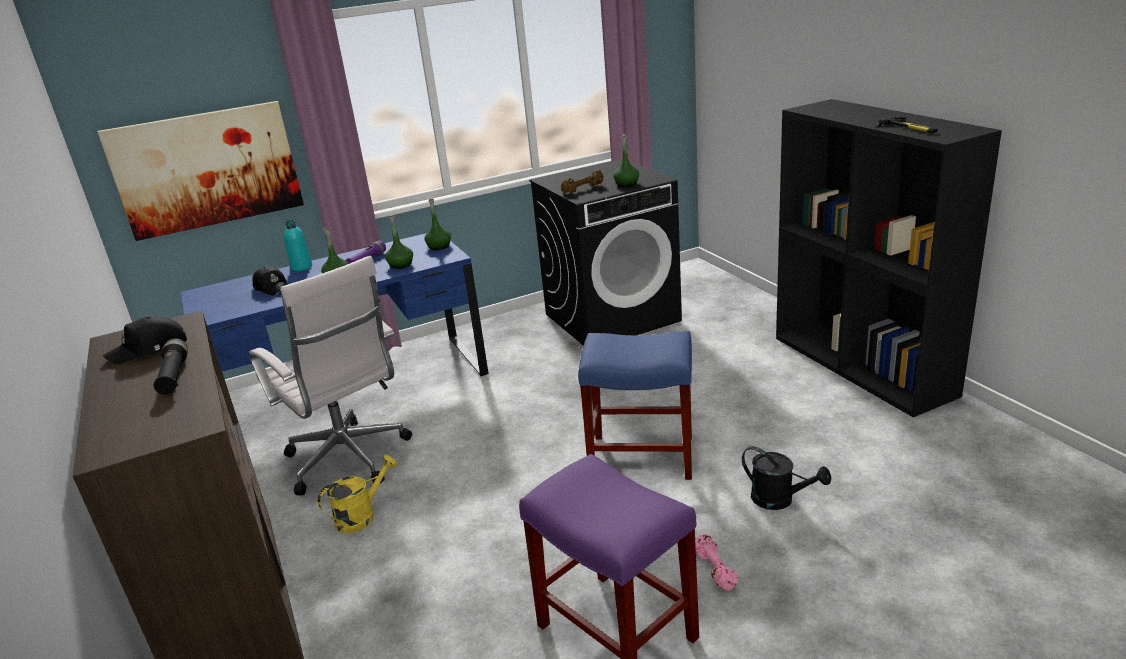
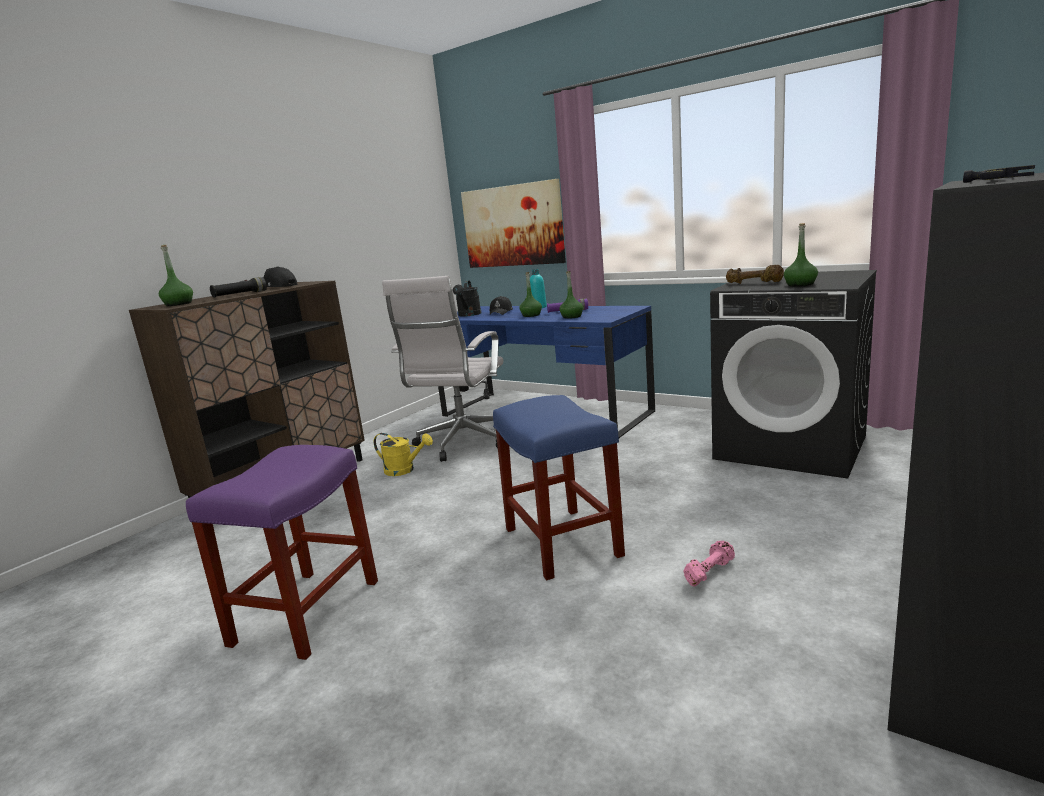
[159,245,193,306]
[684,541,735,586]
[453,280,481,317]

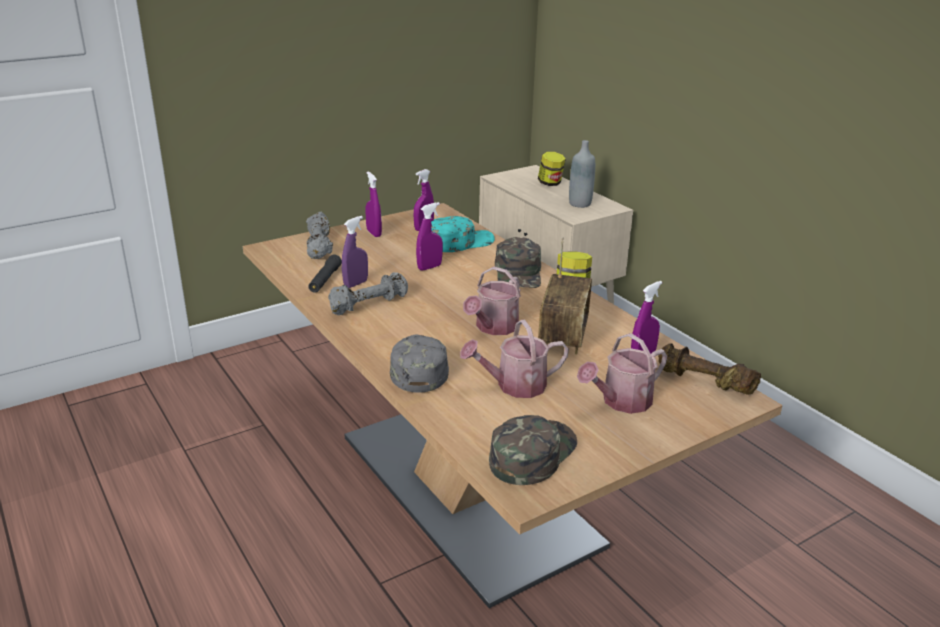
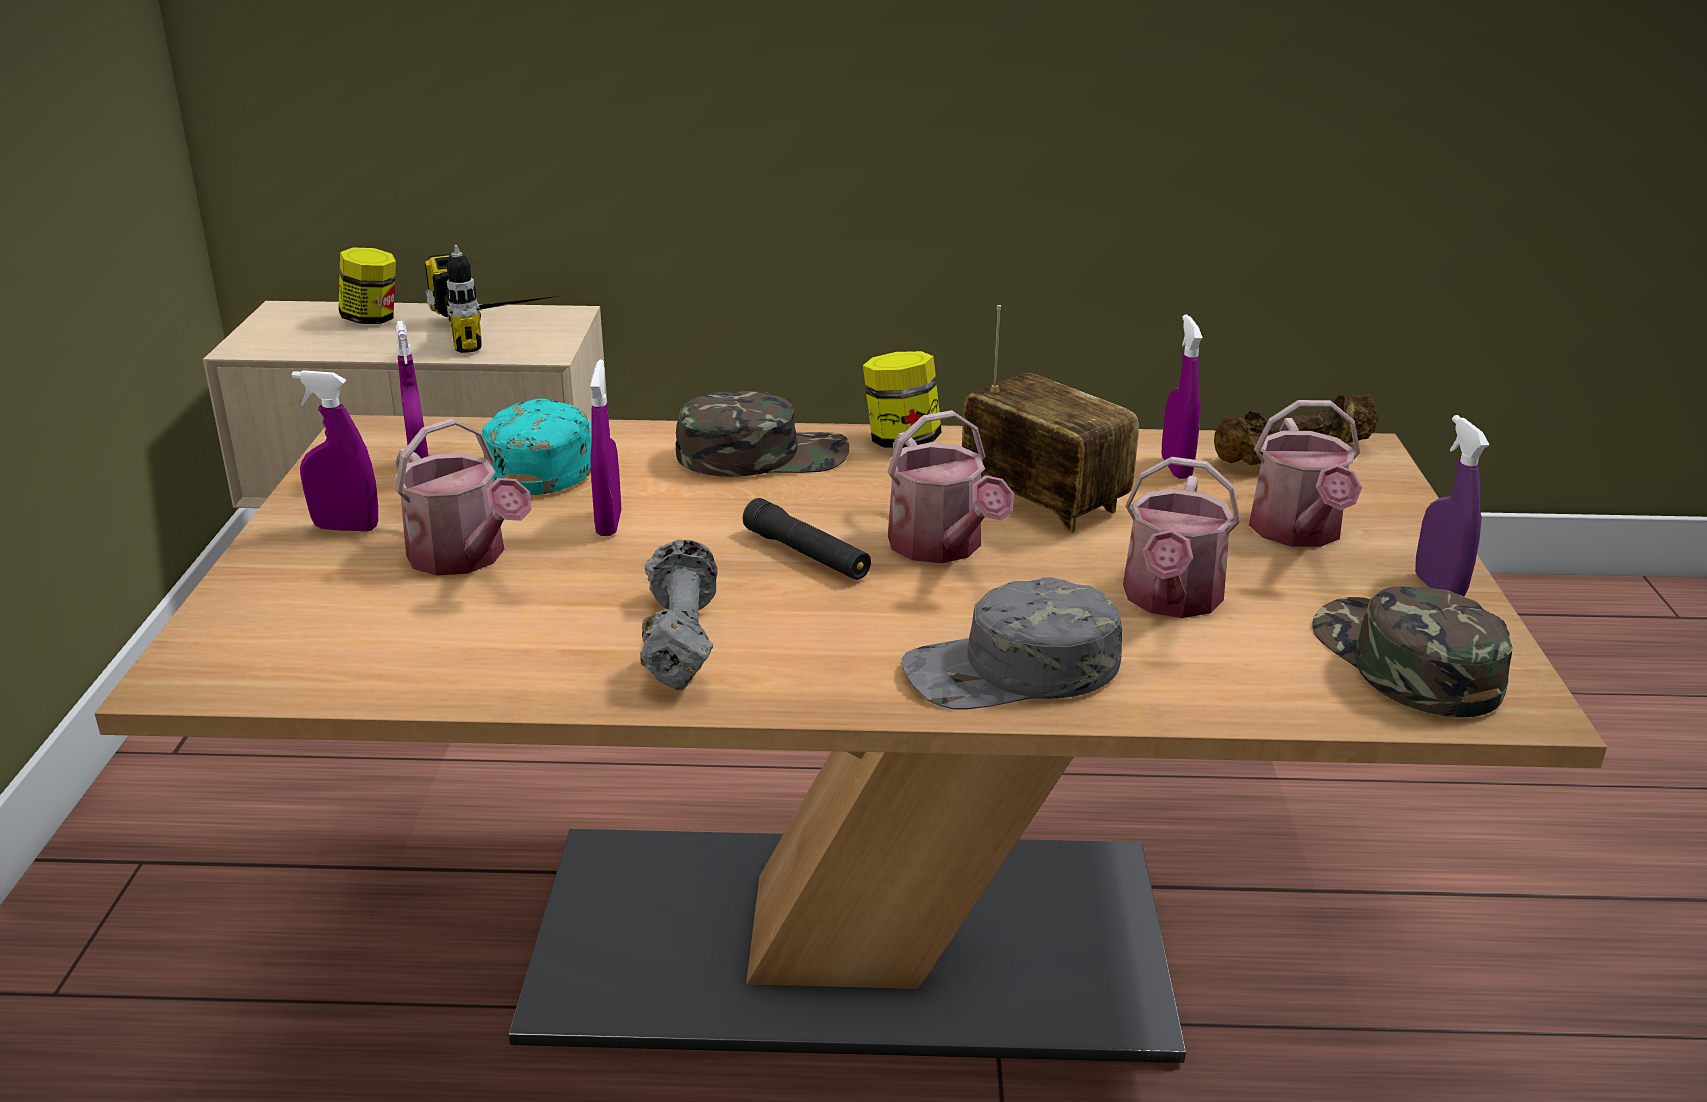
[306,212,333,259] (first image)
[743,498,871,580]
[1415,415,1490,596]
[901,577,1122,710]
[676,391,849,477]
[425,245,558,353]
[395,418,531,576]

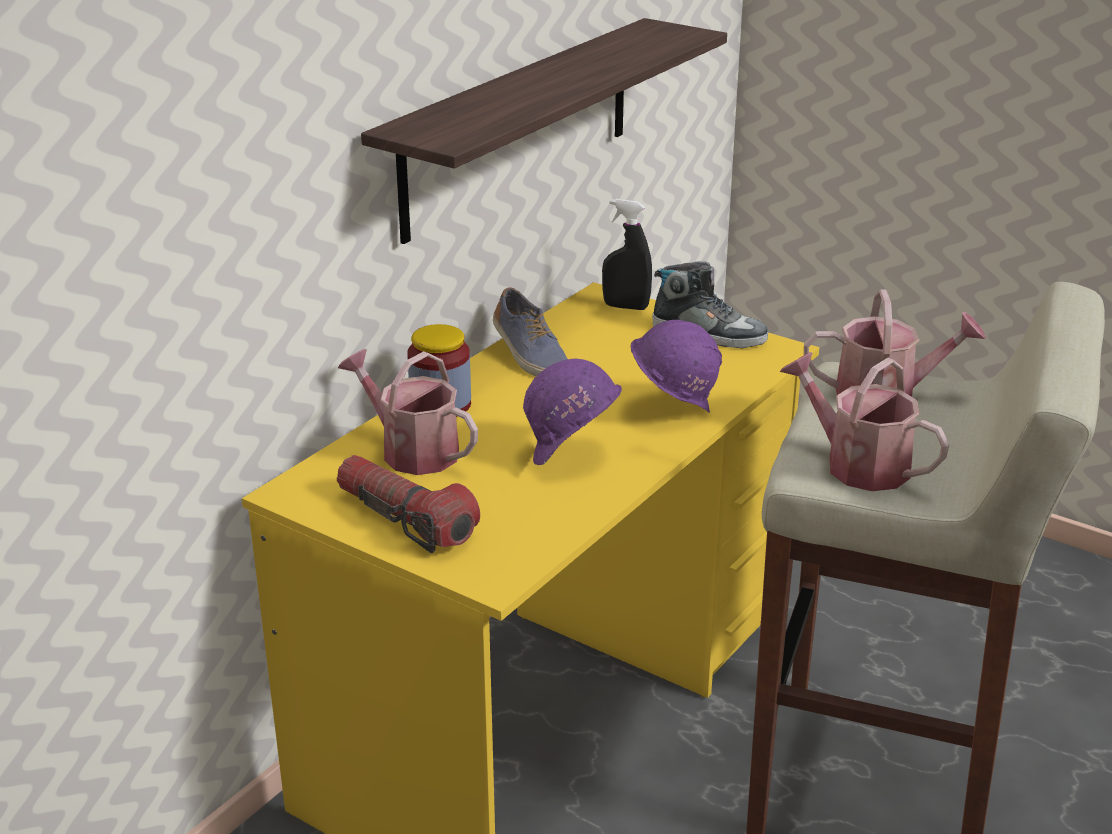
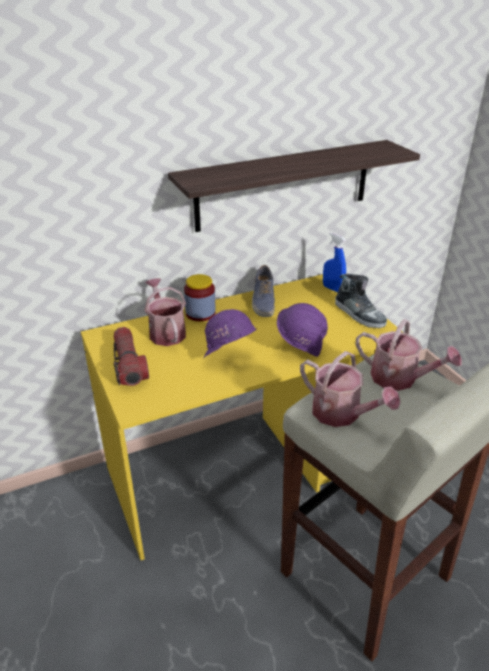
[323,232,346,292]
[300,351,400,427]

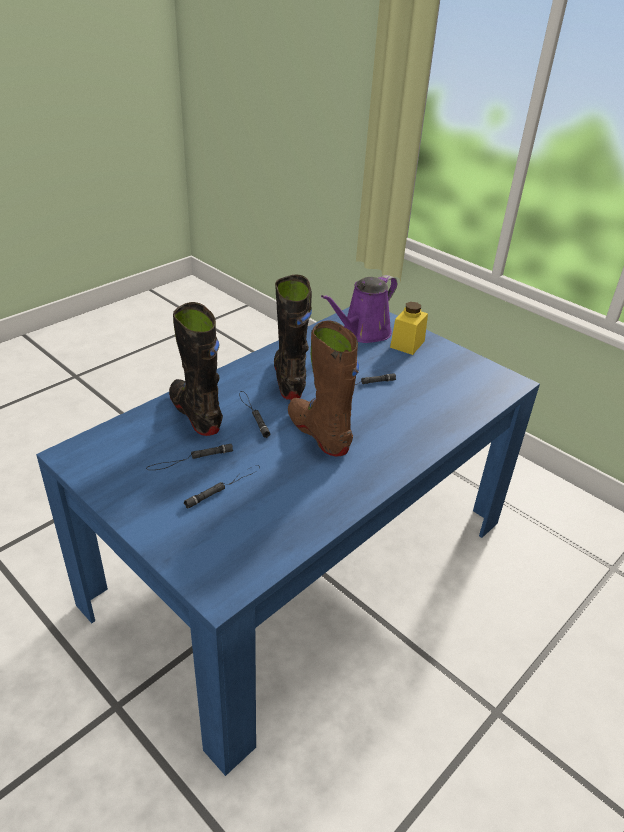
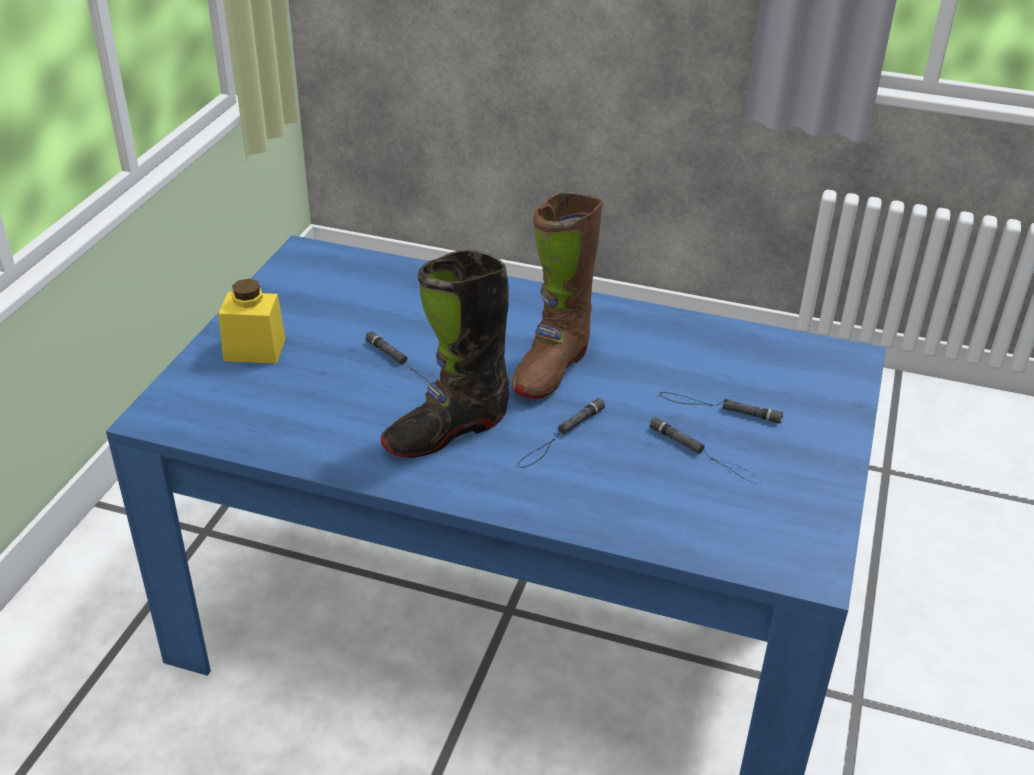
[169,302,223,436] (first image)
[321,275,397,343] (first image)

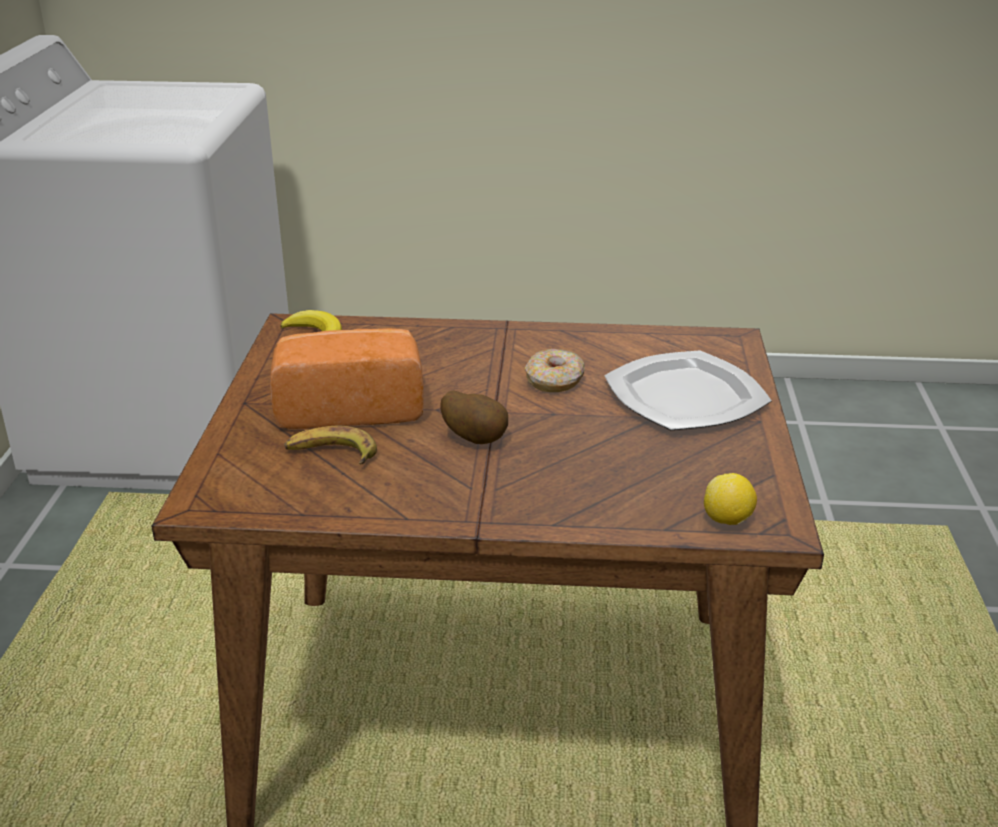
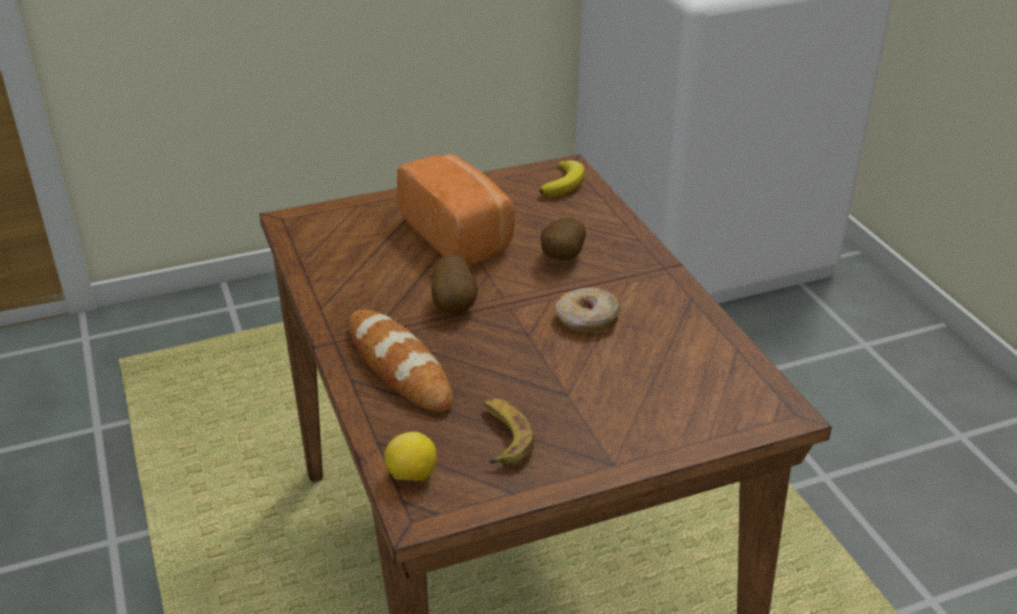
[484,399,535,466]
[604,351,772,430] (first image)
[349,310,453,412]
[541,218,586,260]

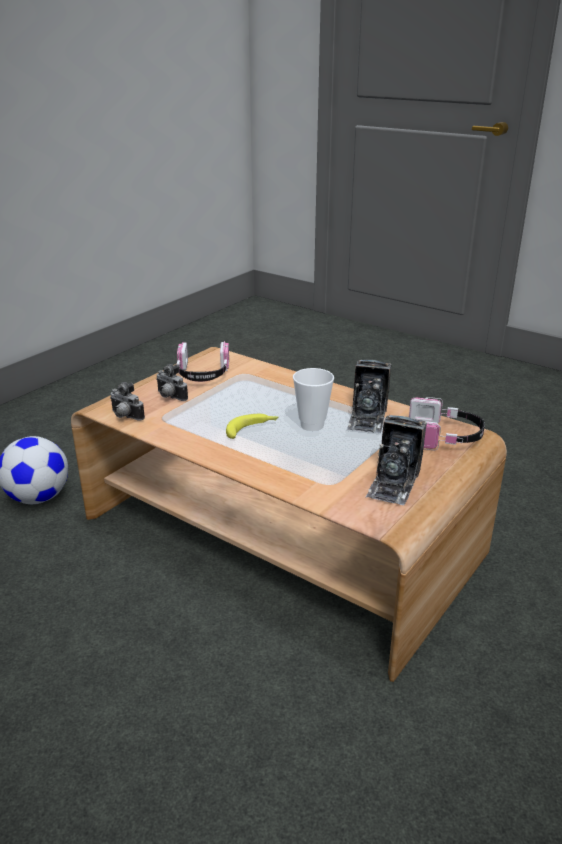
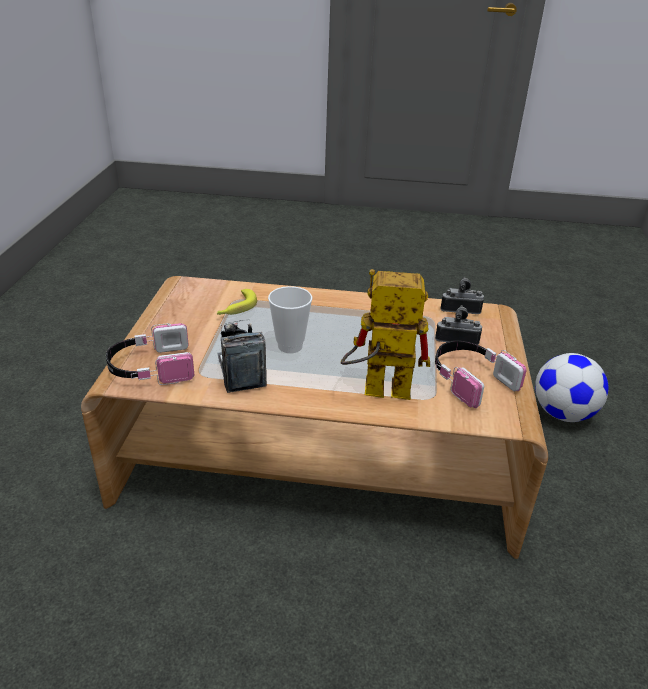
[217,289,257,315]
[365,415,427,505] (first image)
[341,269,430,400]

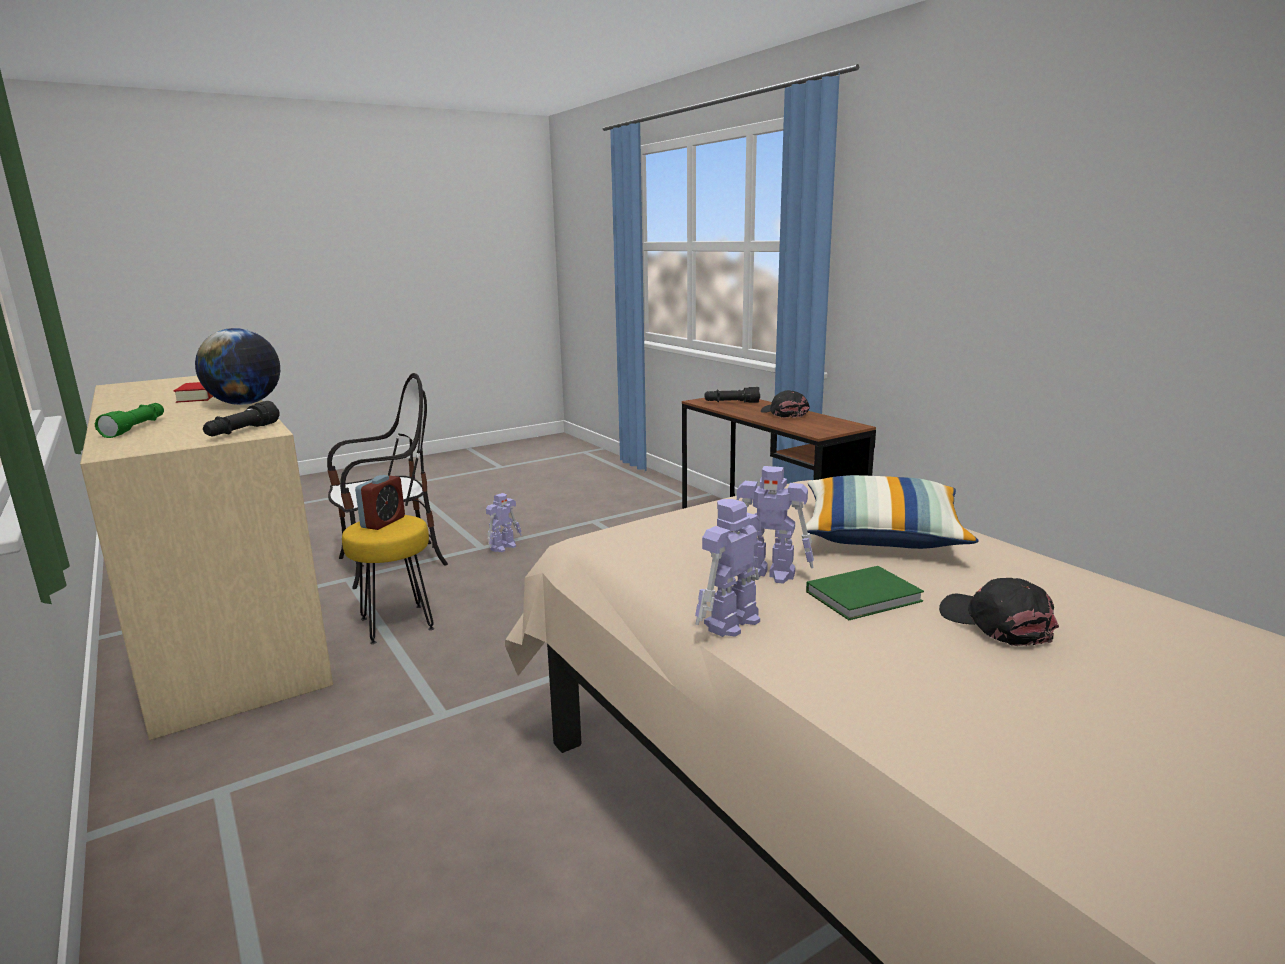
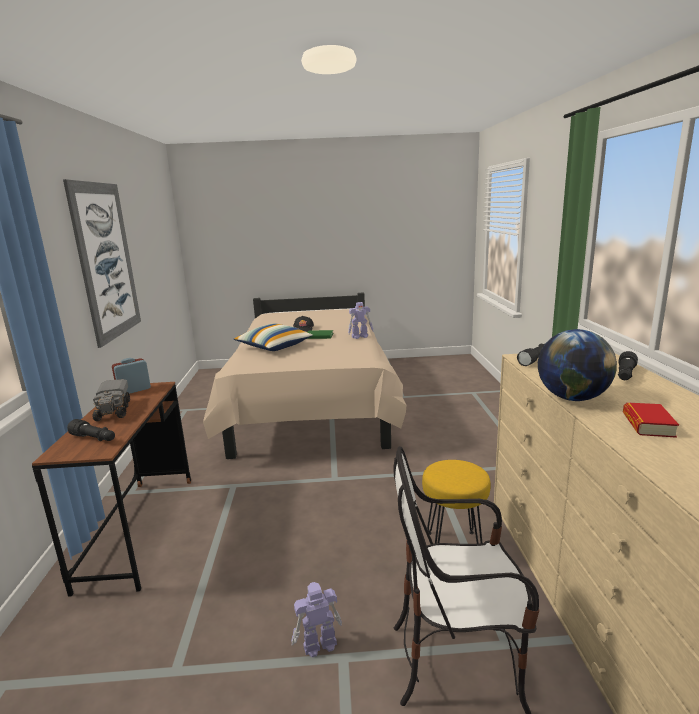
[618,351,638,380]
[112,358,151,394]
[737,466,814,584] (first image)
[92,379,130,421]
[63,179,141,348]

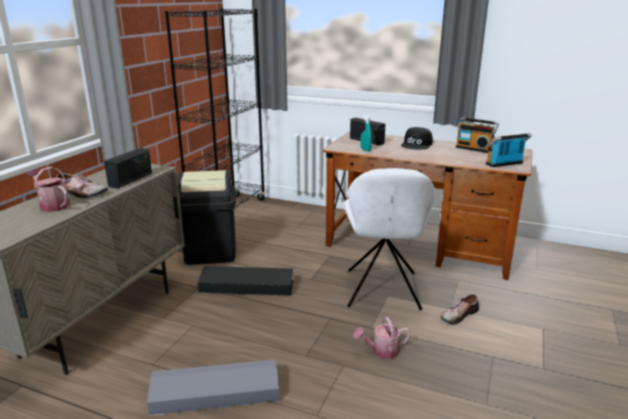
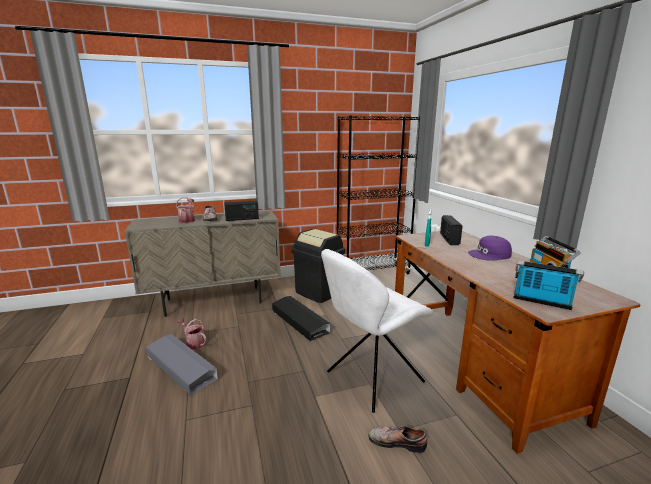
[178,318,206,349]
[468,236,512,261]

